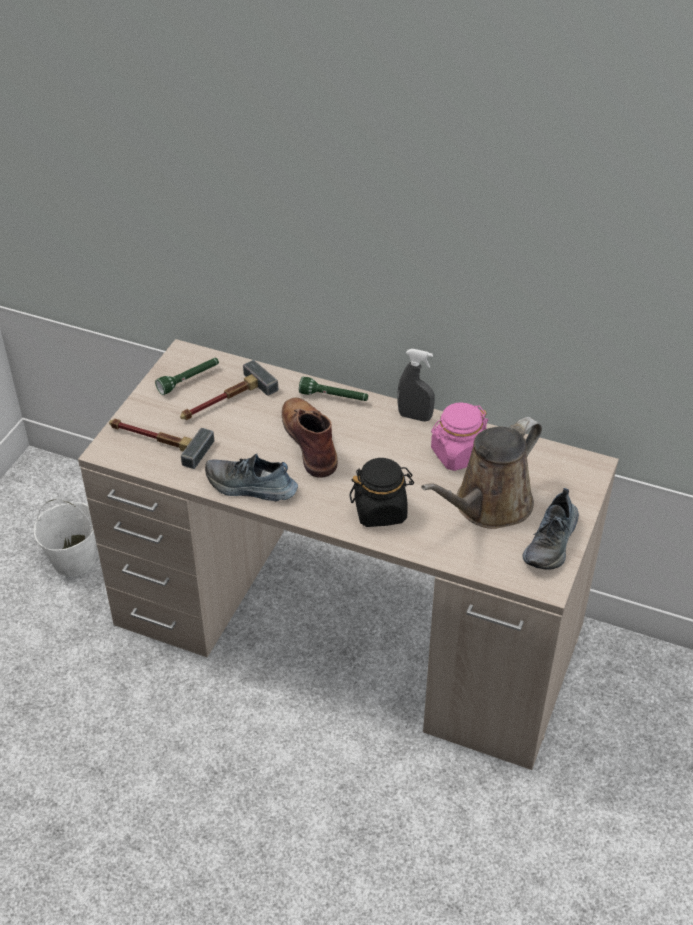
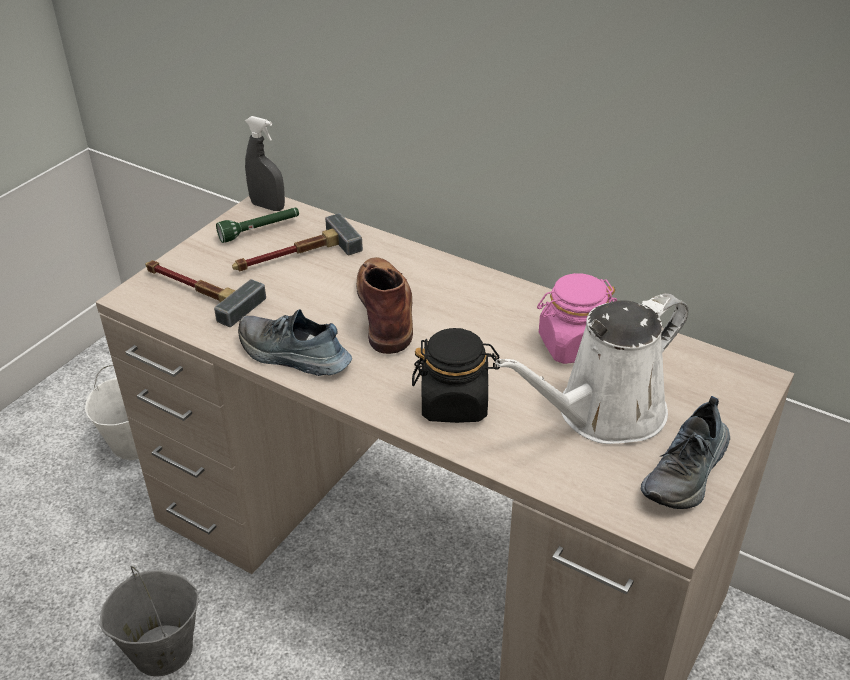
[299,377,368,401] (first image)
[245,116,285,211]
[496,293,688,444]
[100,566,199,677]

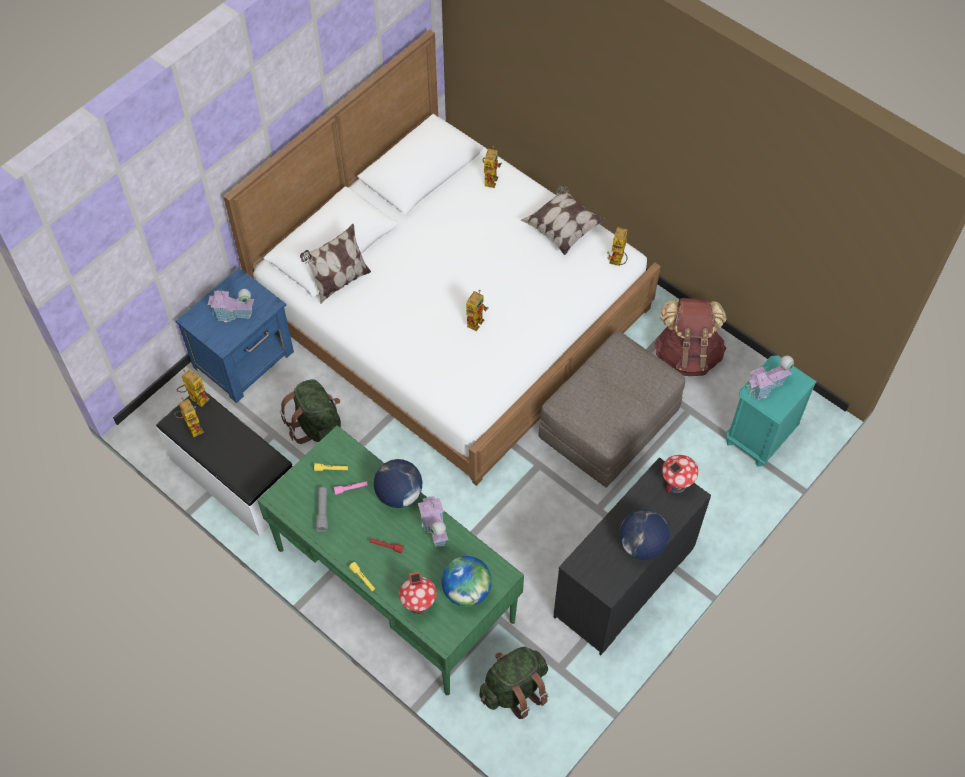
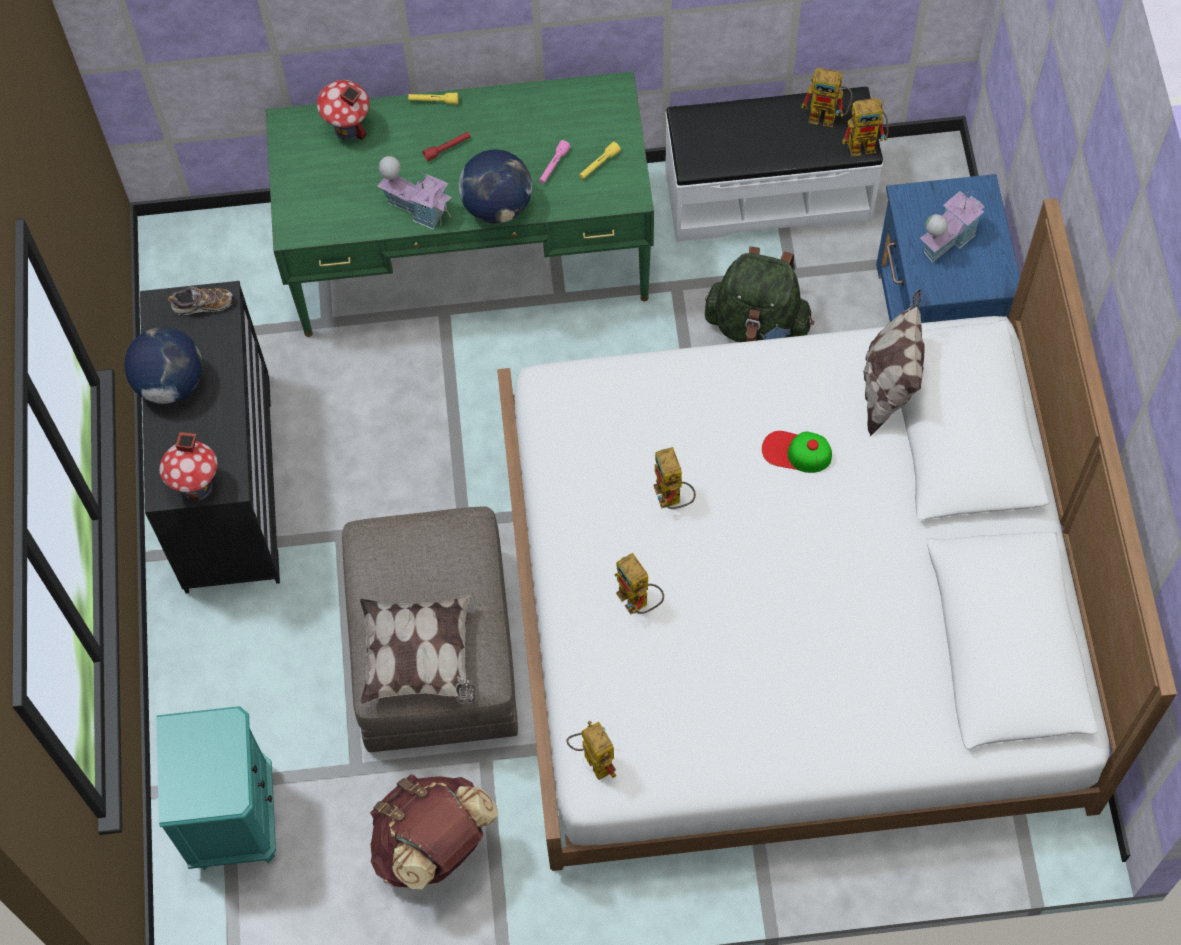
[315,487,328,532] (first image)
[441,556,492,607] (first image)
[479,646,548,719] (first image)
[614,553,664,615]
[360,594,477,704]
[746,356,794,400] (first image)
[168,287,233,315]
[762,431,832,473]

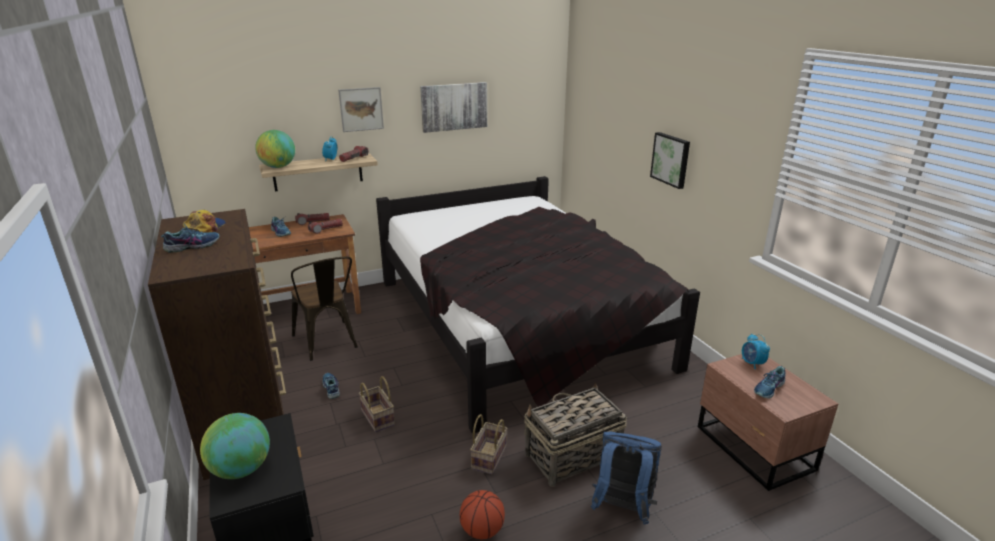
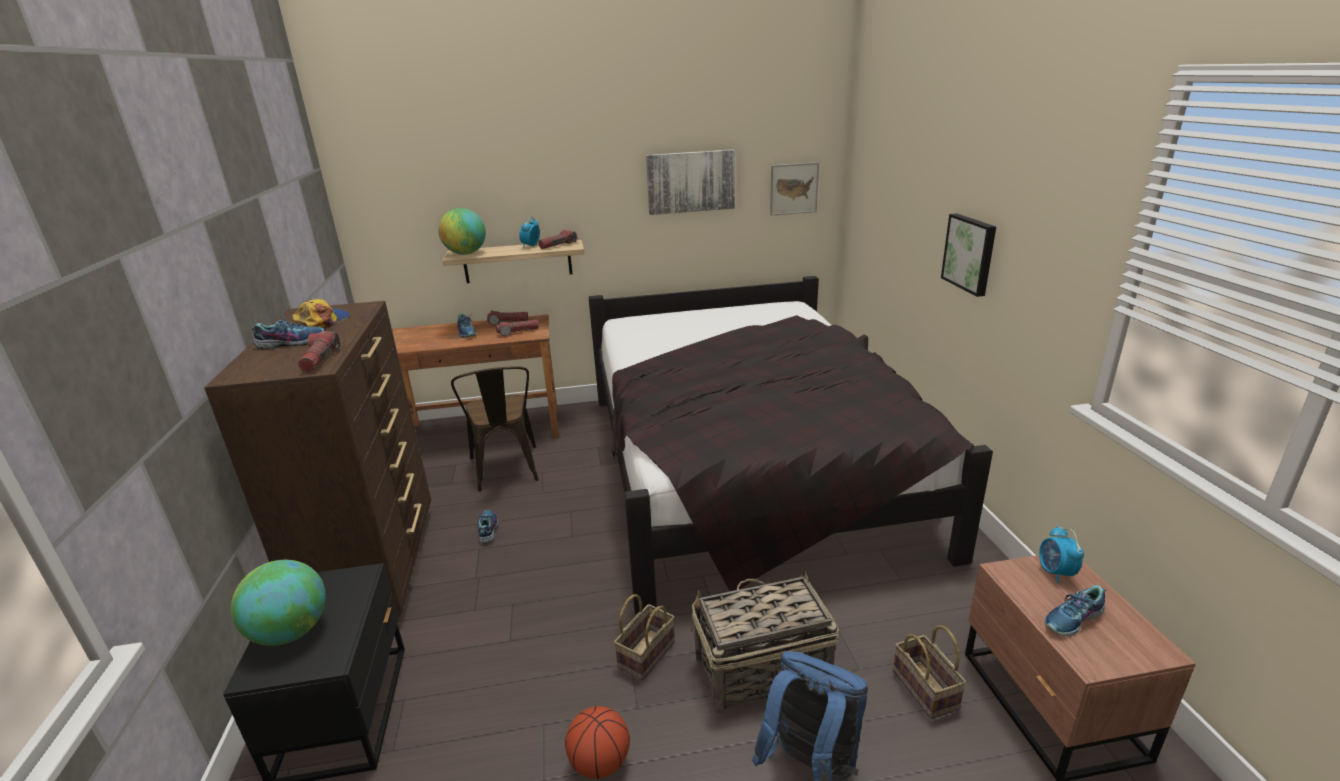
[770,162,819,216]
[893,625,966,719]
[298,331,340,372]

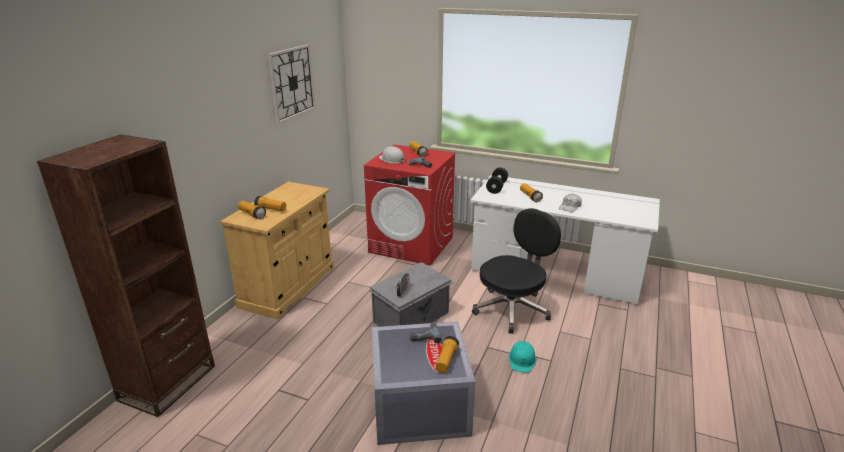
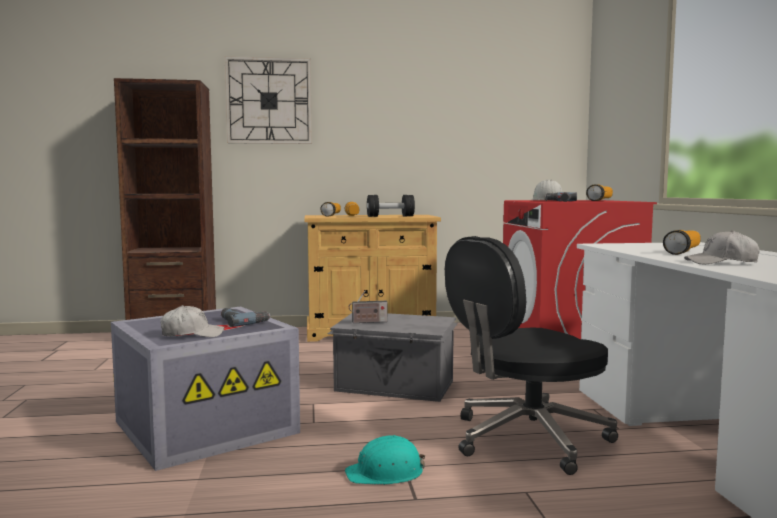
[225,56,312,144]
[160,305,224,337]
[445,236,618,475]
[367,195,415,217]

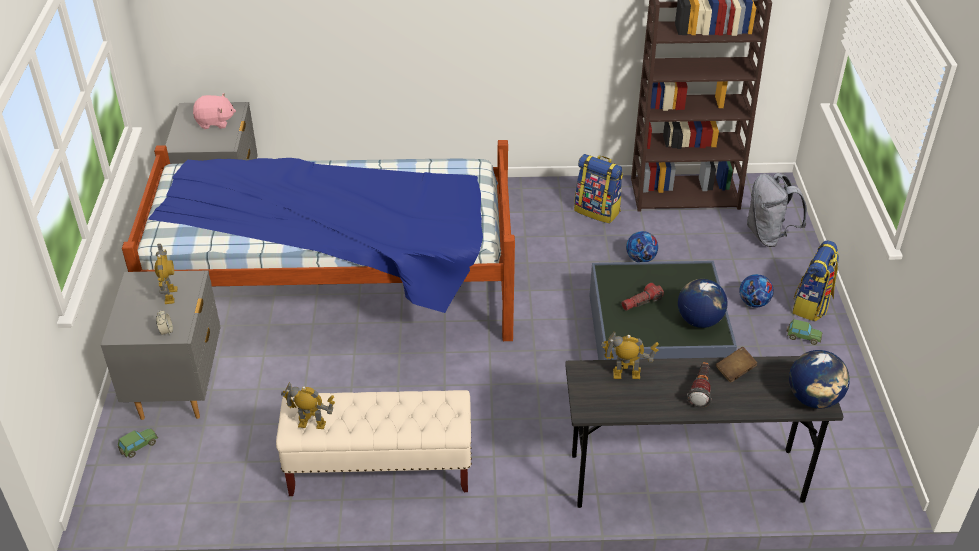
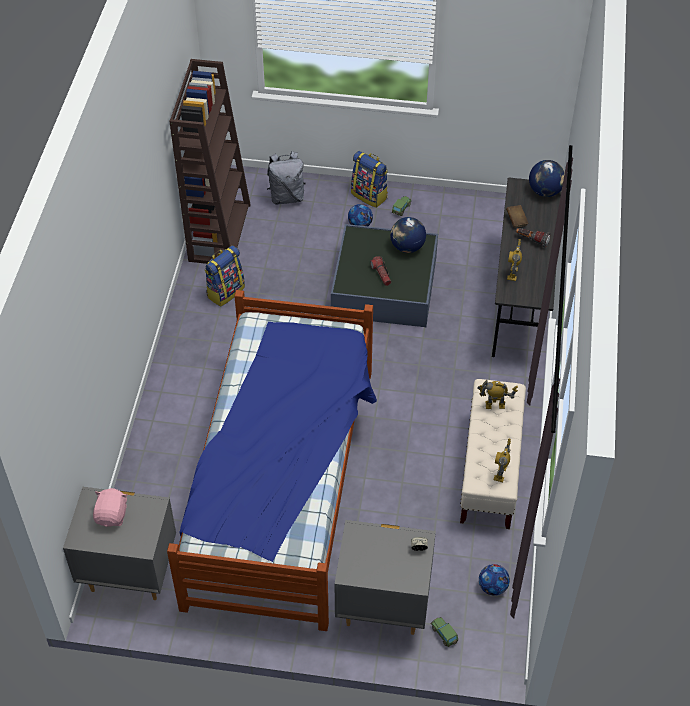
[477,380,518,409]
[479,564,510,596]

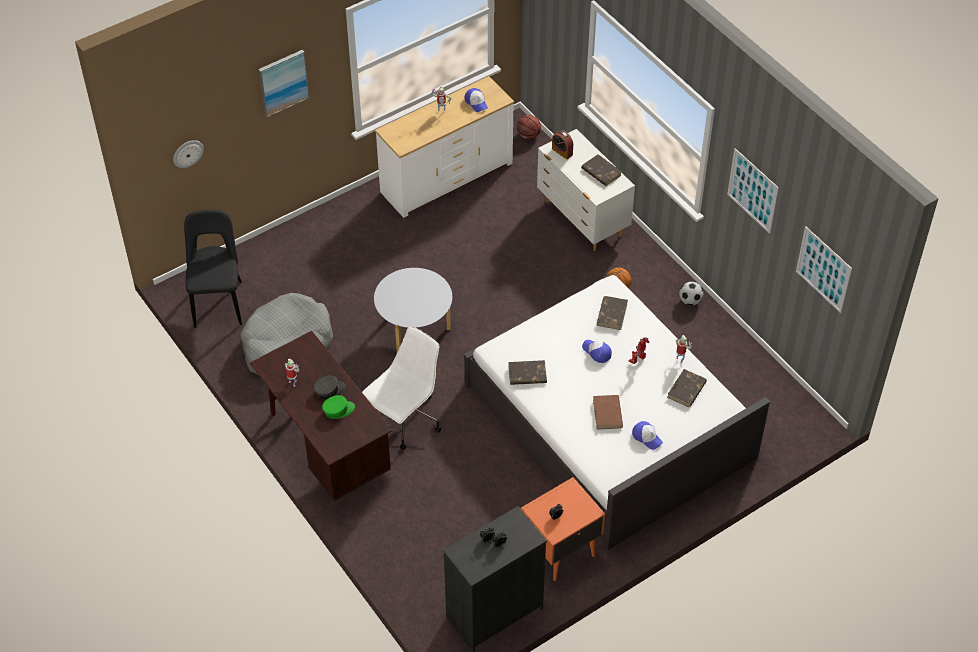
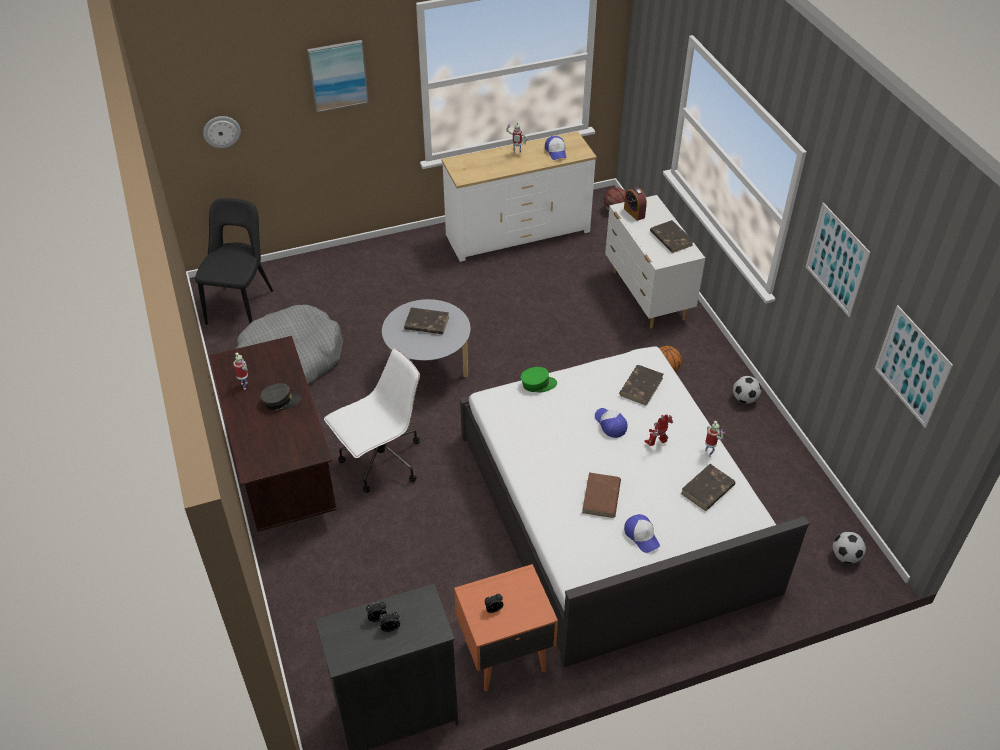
[521,367,557,392]
[404,307,449,334]
[833,532,866,564]

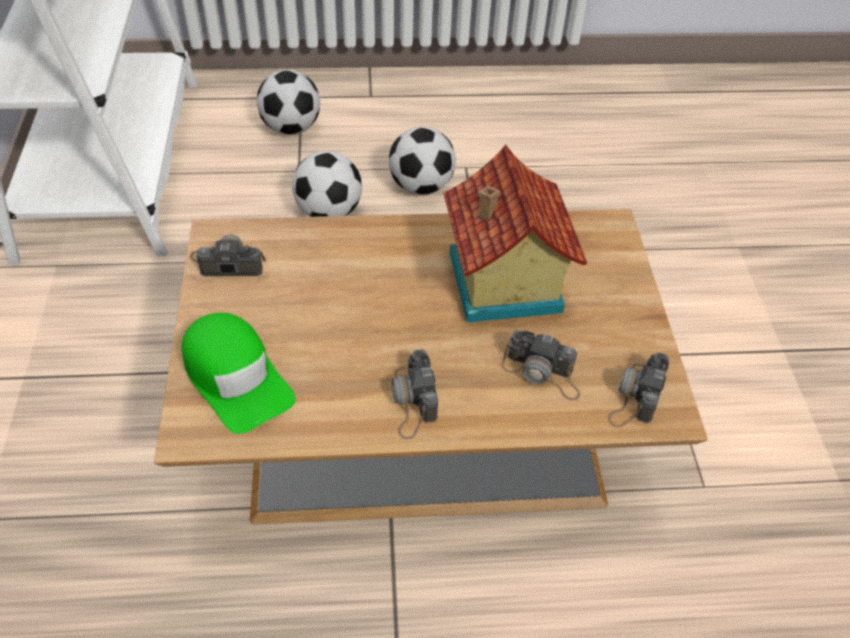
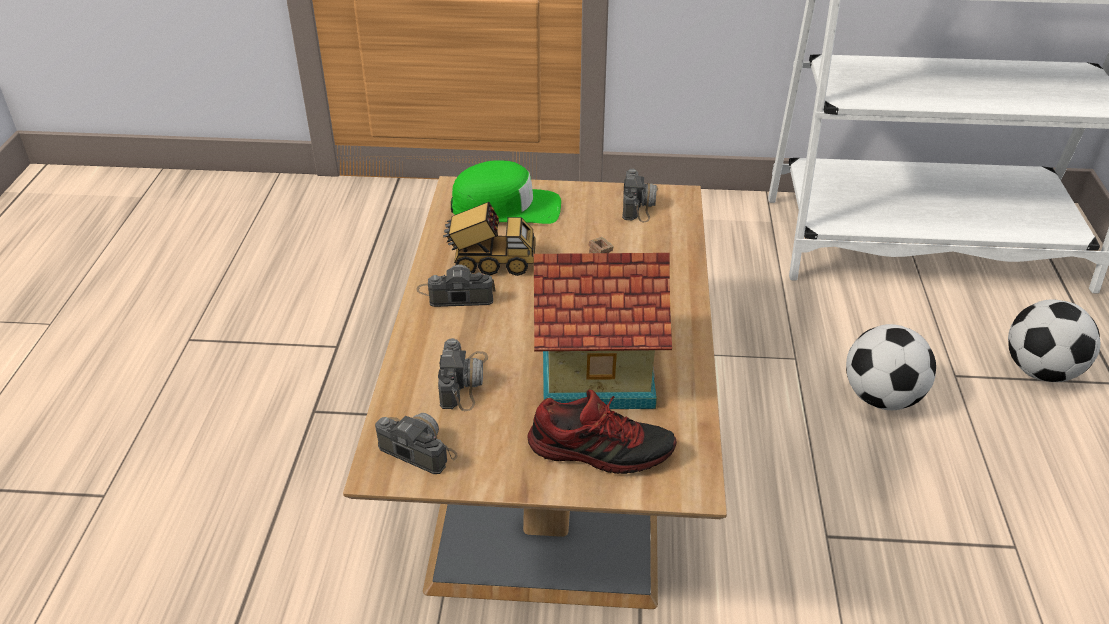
[451,160,561,224]
[389,127,456,195] (first image)
[438,338,488,411]
[443,202,535,276]
[527,389,677,474]

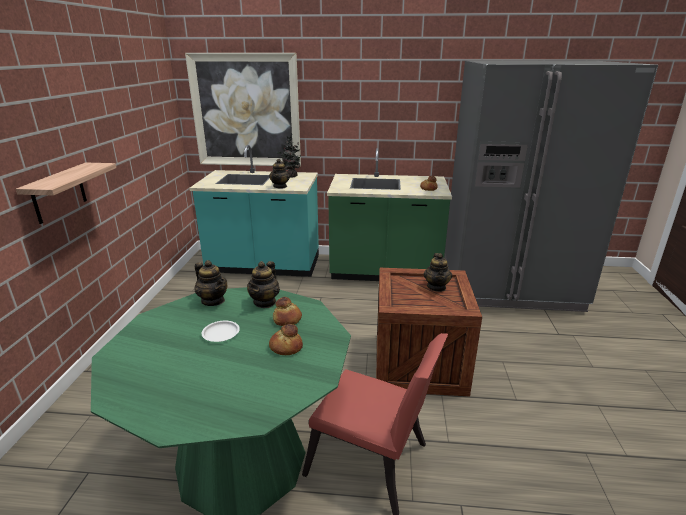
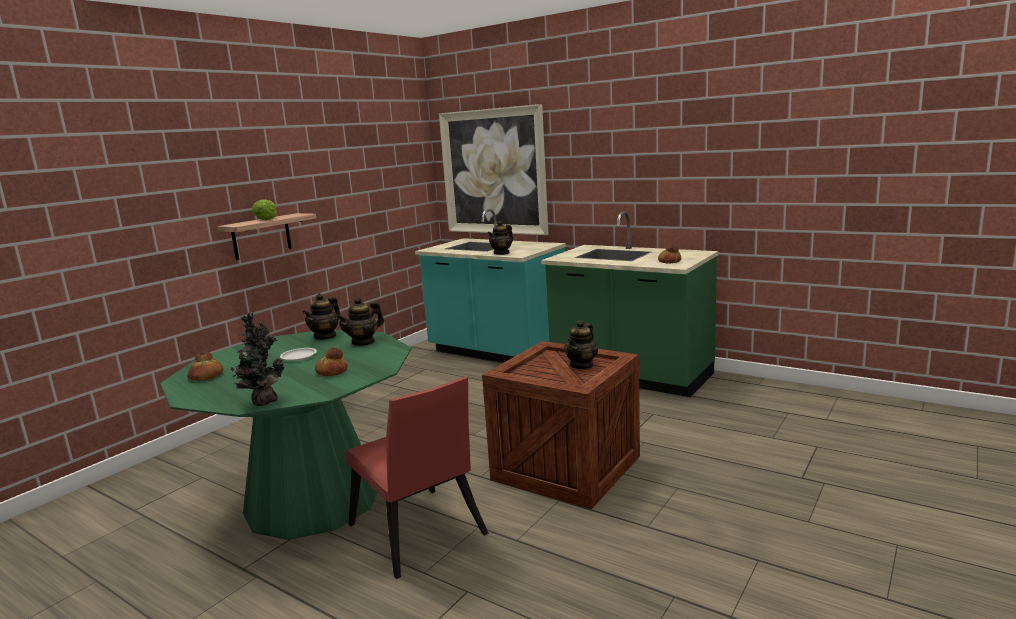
[302,293,341,340]
[187,351,223,381]
[231,312,284,406]
[444,60,658,312] (first image)
[252,199,277,220]

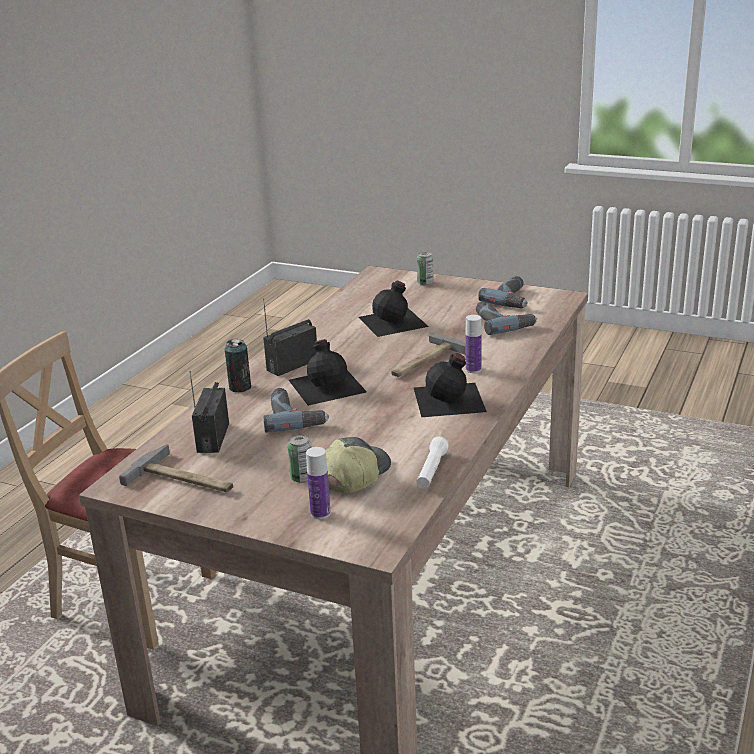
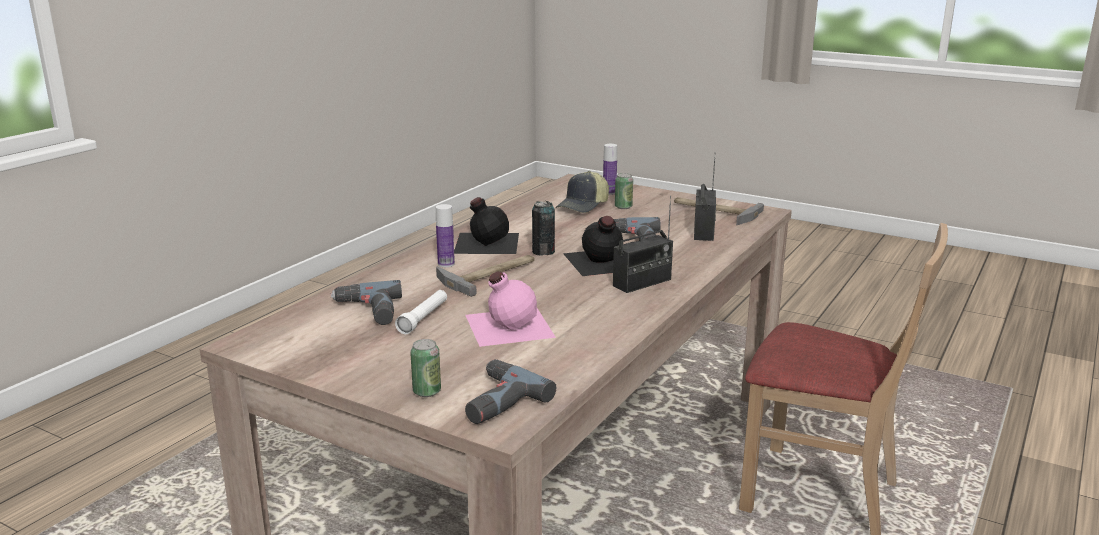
[532,201,555,256]
[465,271,556,347]
[395,290,447,334]
[465,359,557,424]

